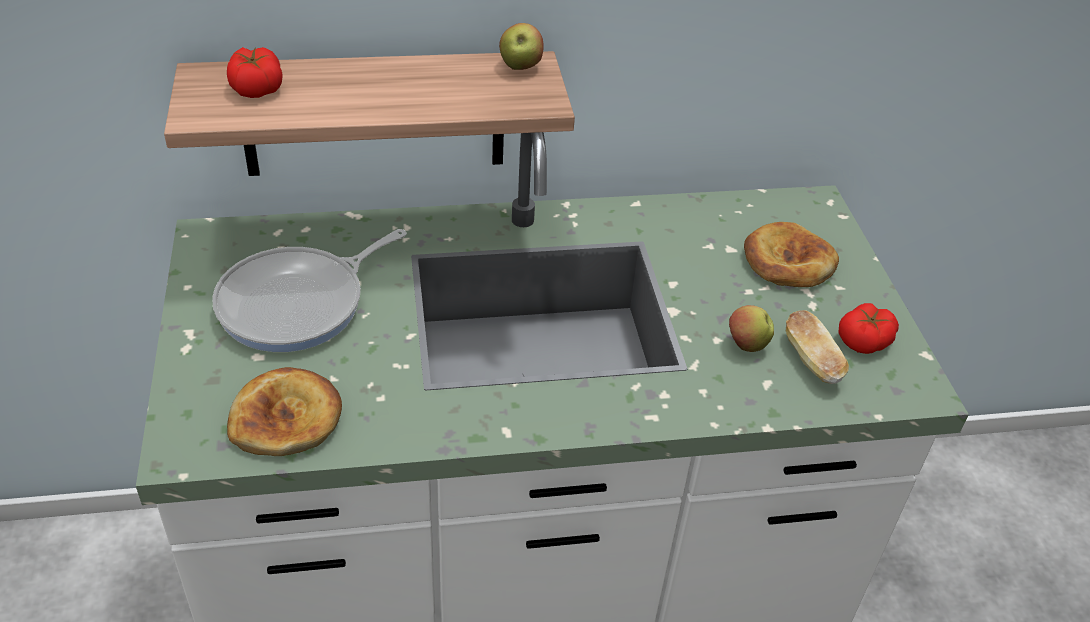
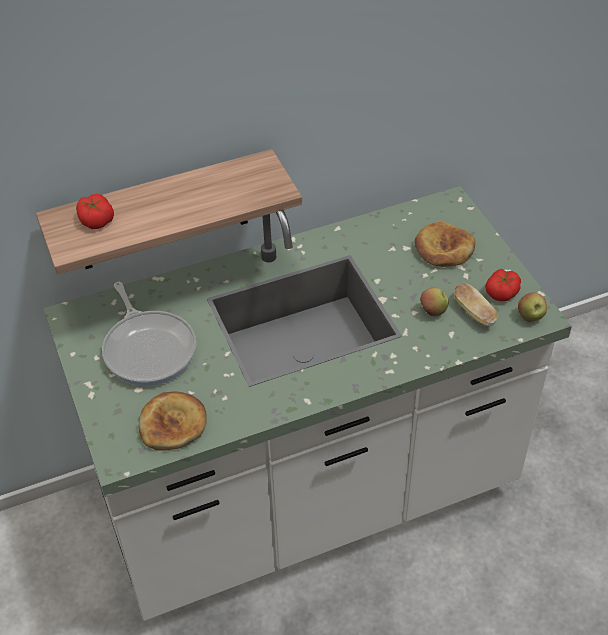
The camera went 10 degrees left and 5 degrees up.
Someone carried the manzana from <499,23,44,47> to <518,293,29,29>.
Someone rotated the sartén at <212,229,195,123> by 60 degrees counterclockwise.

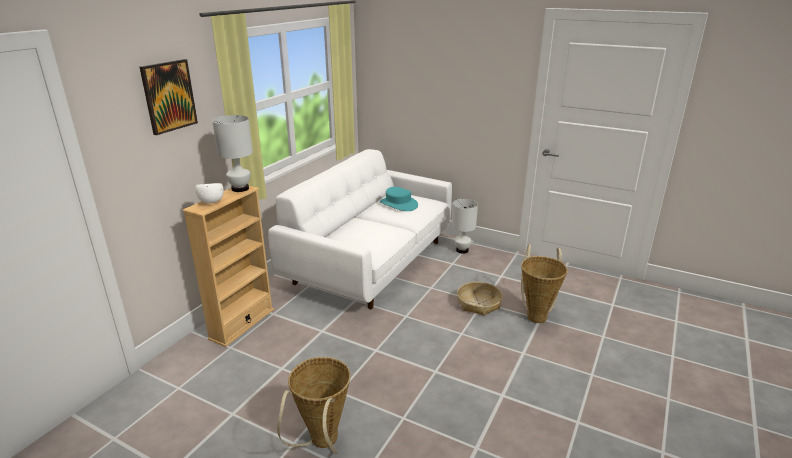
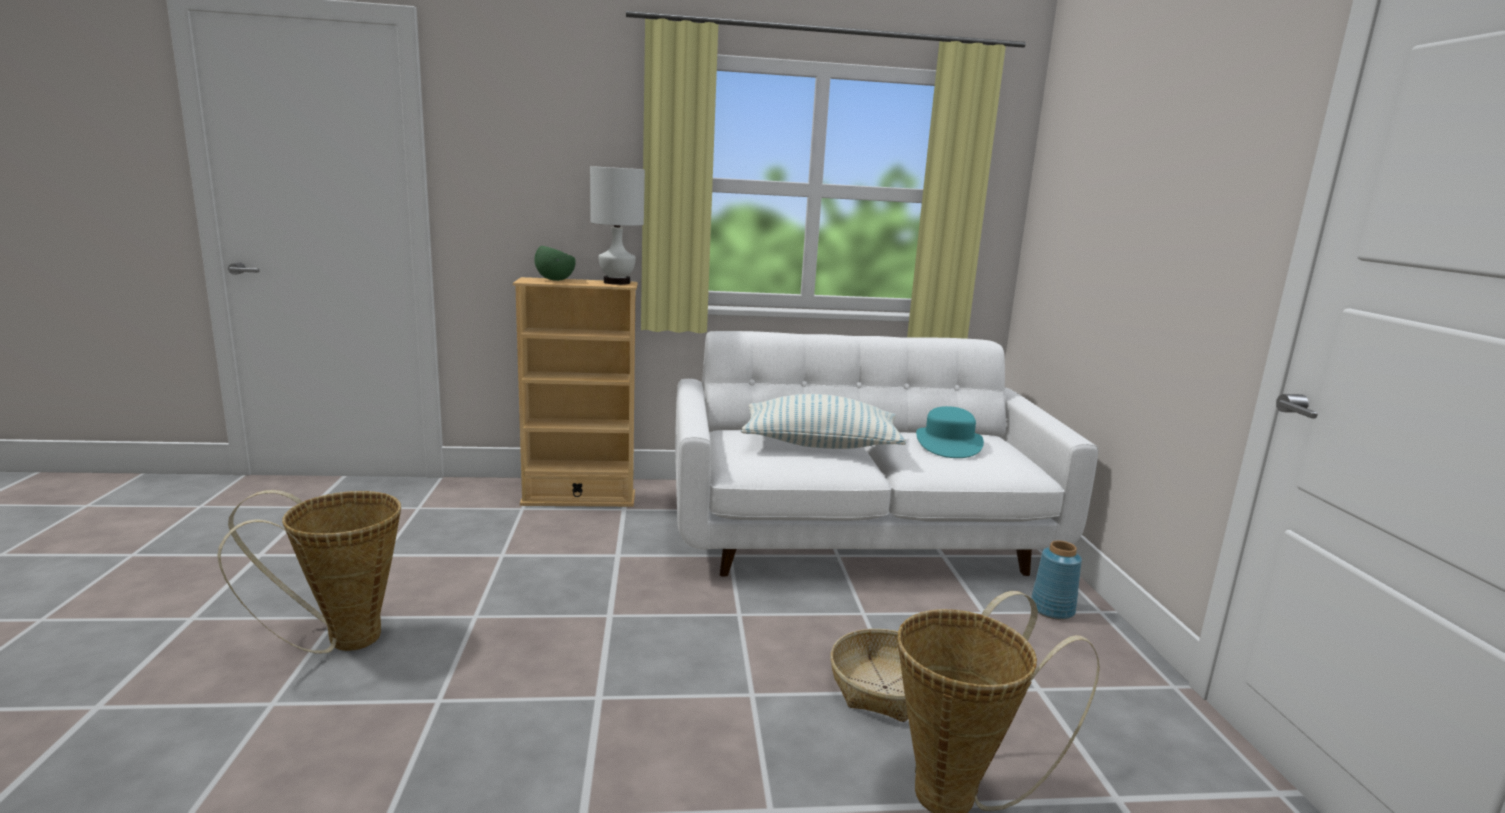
The camera went 55 degrees right and 10 degrees down.
Someone took away the cuadro at <140,59,58,76>.
Someone put down the cojín at <741,394,165,55>.
Someone swapped the lámpara de mesa (blanco) at <452,199,26,55> for the florero (azul) at <1031,540,51,80>.
Someone repainted the cuenco (blanco) at <195,183,28,20>, which became the cuenco (verde) at <534,246,42,35>.

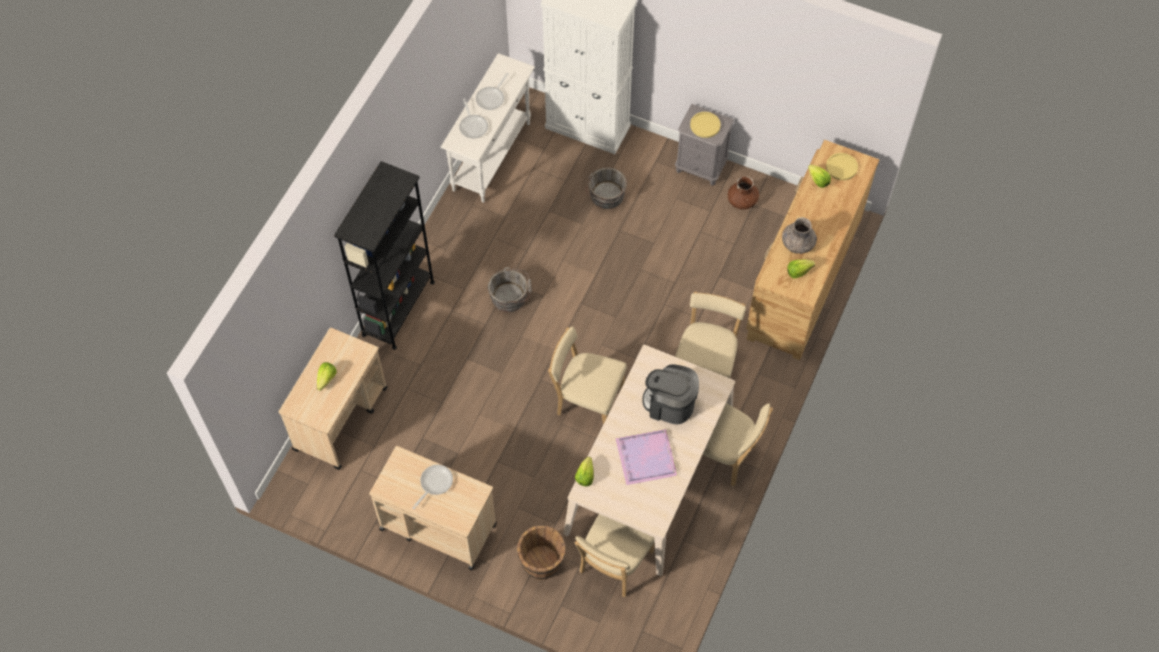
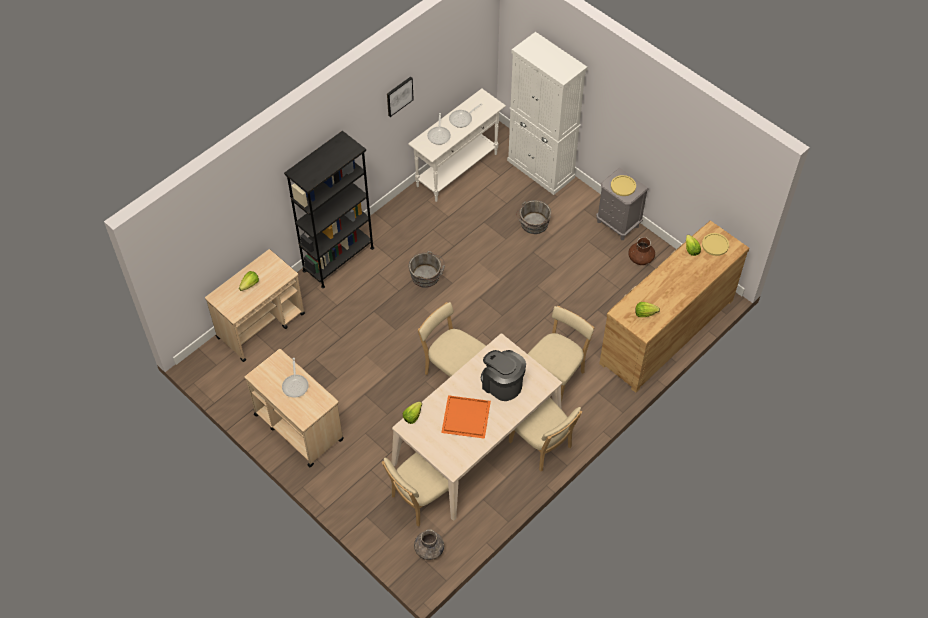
The camera went 20 degrees right and 5 degrees down.
Someone took away the cubo (marrón) at <517,526,48,54>.
Someone put up the cuadro at <387,77,27,40>.
Someone carried the florero (gris) from <782,217,35,37> to <414,529,30,31>.
Someone repainted the bandeja (morado) at <615,429,63,56>, which became the bandeja (naranja) at <441,395,50,44>.
Someone rotated the sartén at <412,465,41,44> by 120 degrees clockwise.

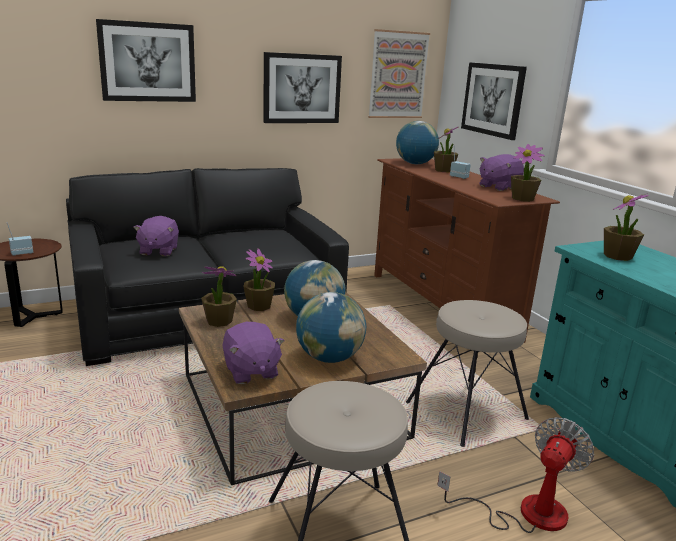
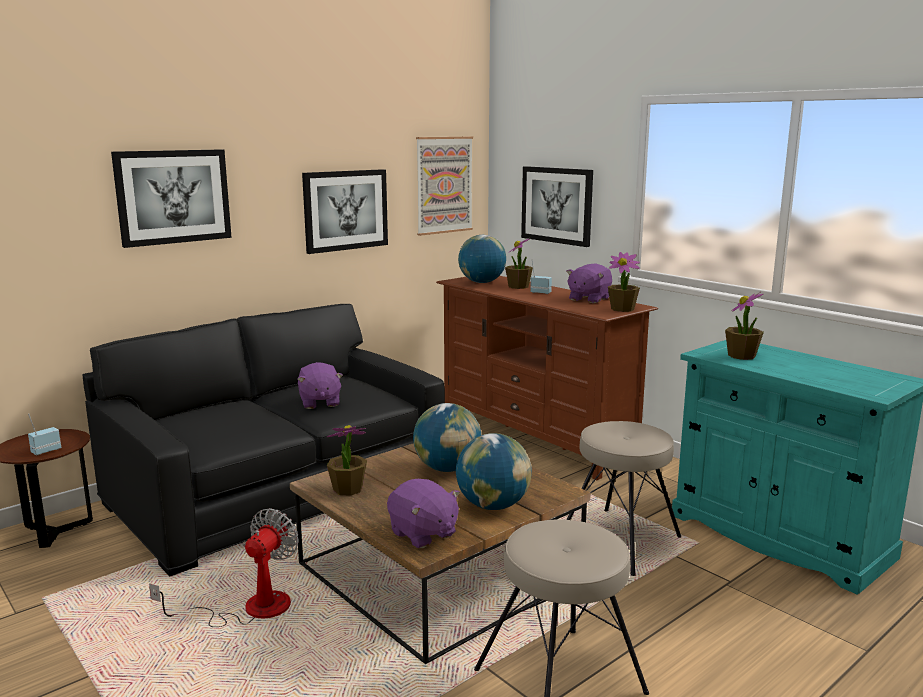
The camera went 15 degrees left and 5 degrees down.
Someone took away the planta en maceta at <243,248,32,63>.
Someone carried the peluche (morado) from <133,216,46,40> to <297,362,46,47>.
Someone carried the ventilador from <437,417,157,116> to <149,508,150,119>.

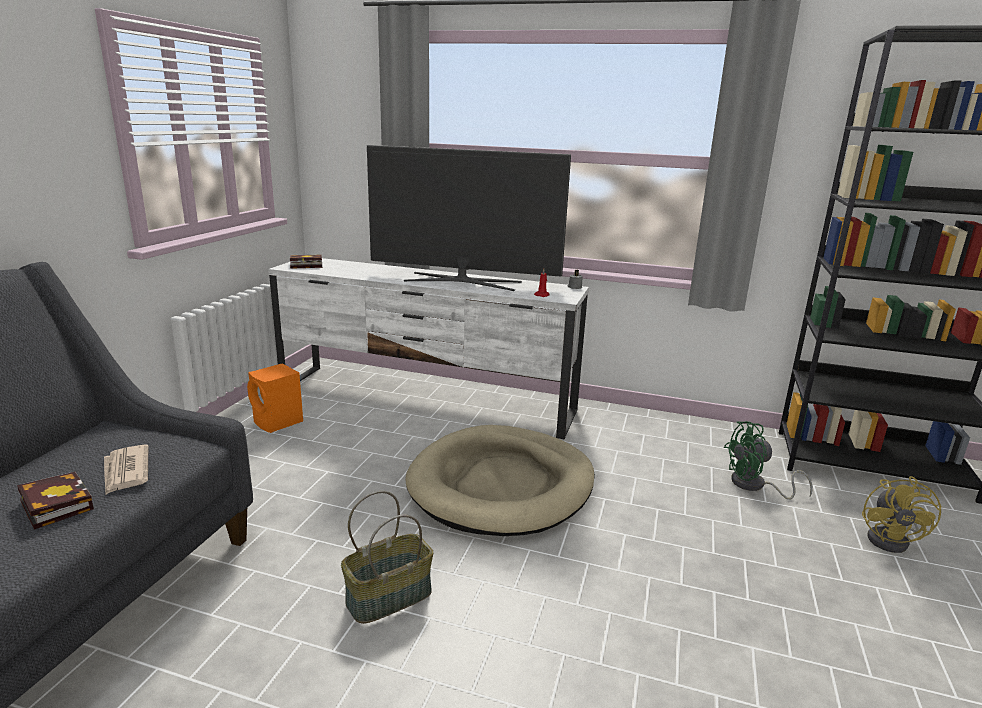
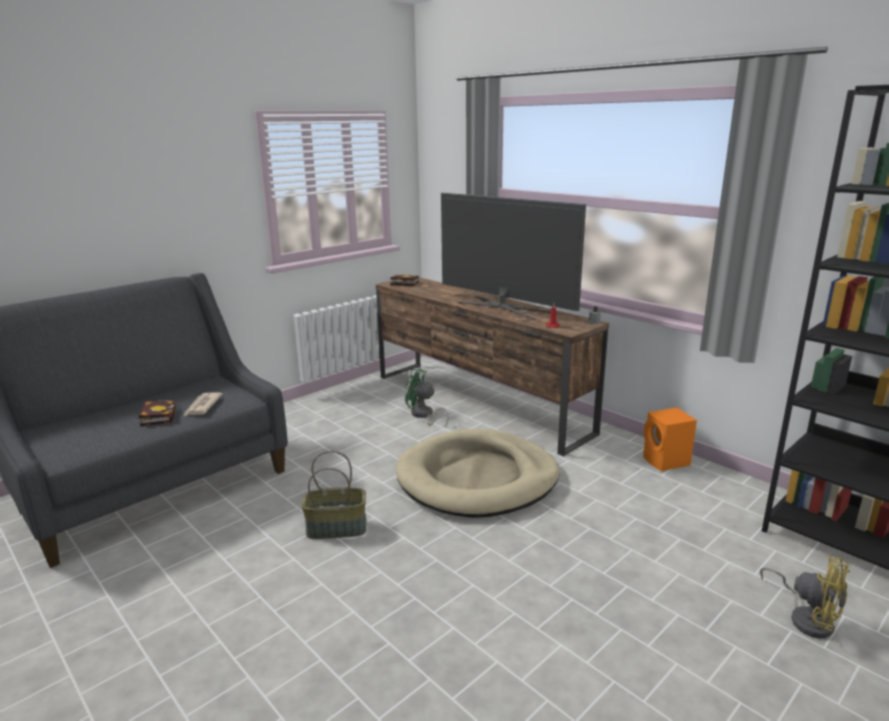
The camera went 30 degrees right and 0 degrees up.
Someone carried the altavoz (naranja) from <247,363,56,70> to <643,408,54,63>.
Someone carried the ventilador (verde) from <724,421,89,79> to <405,369,44,57>.
Someone repainted the mueble de televisión (blanco) at <268,258,321,182>, which became the mueble de televisión (marrón) at <376,277,233,179>.
Someone rotated the ventilador (amarillo) at <862,476,79,77> by 90 degrees counterclockwise.

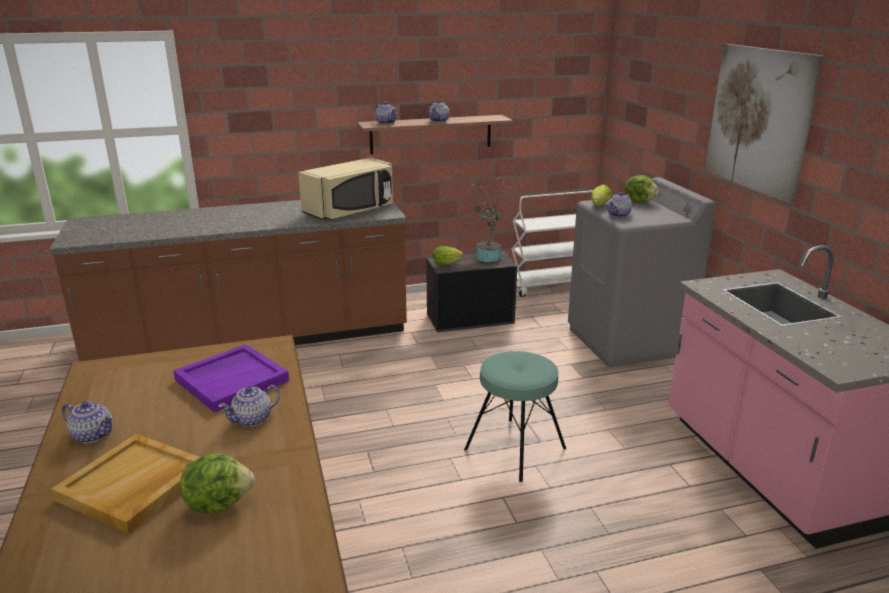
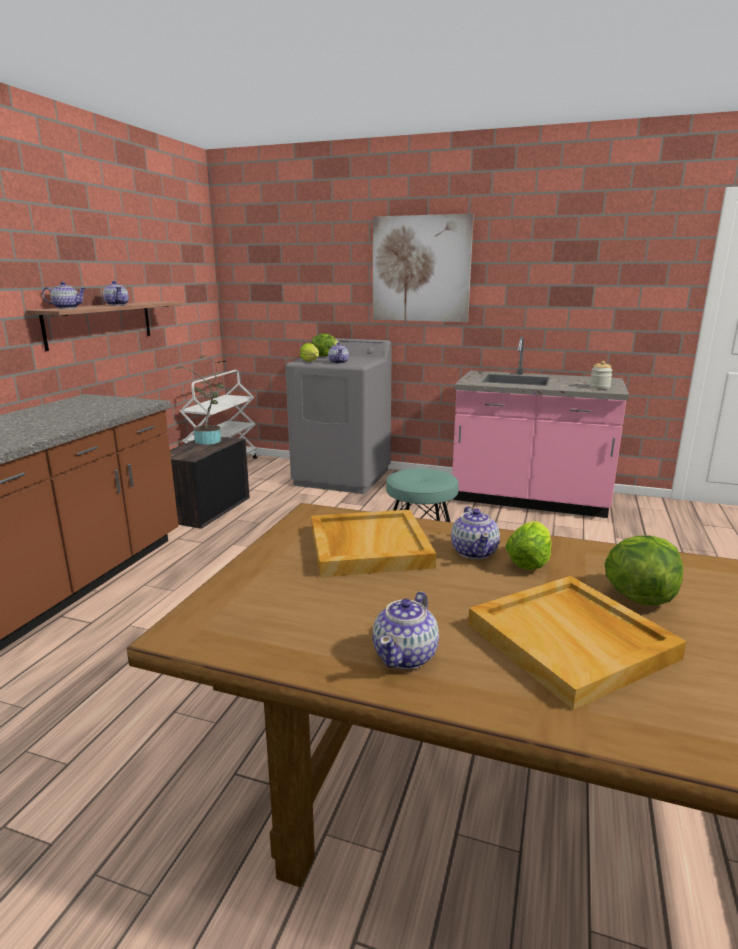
The camera went 55 degrees left and 5 degrees down.
Someone took away the microondas (beis) at <298,158,95,62>.
Someone put down the tarro at <590,361,23,28>.
Someone carried the lechuga from <433,246,30,18> to <505,521,46,49>.
Someone repainted the bandeja (morado) at <174,344,115,69>, which became the bandeja (beis) at <311,510,125,67>.
Someone rotated the tetera at <62,401,52,42> by 150 degrees clockwise.

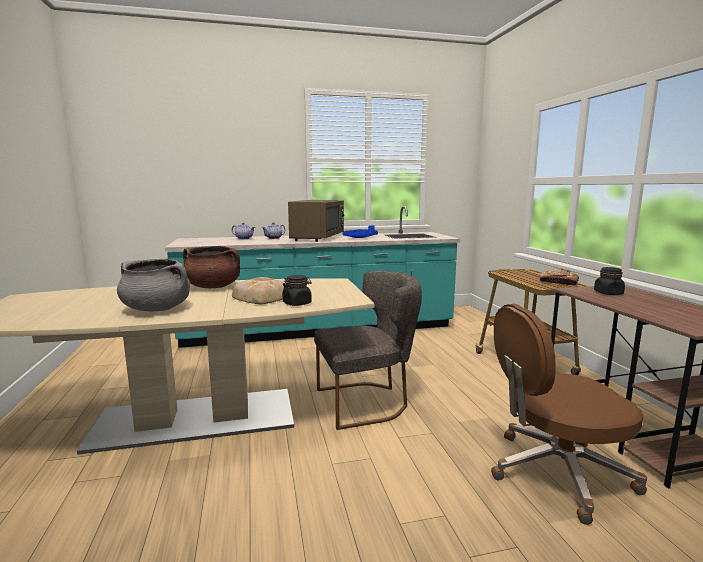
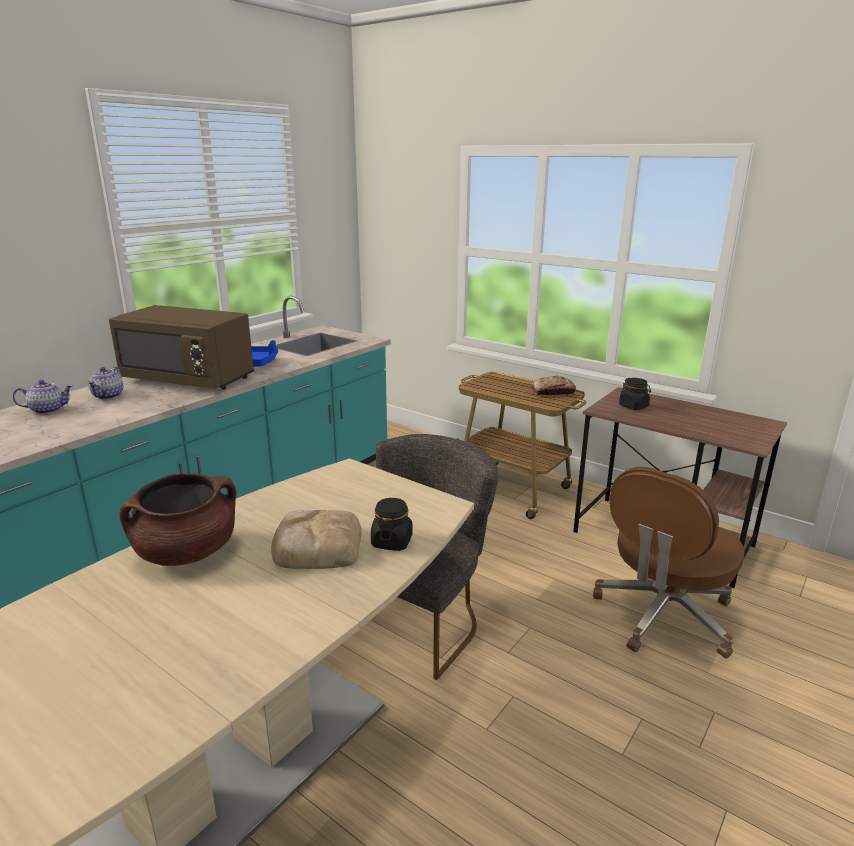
The camera went 40 degrees left and 10 degrees up.
Someone took away the olla (gris) at <117,259,73,52>.
Someone rotated the microondas (marrón) at <288,200,56,42> by 135 degrees clockwise.

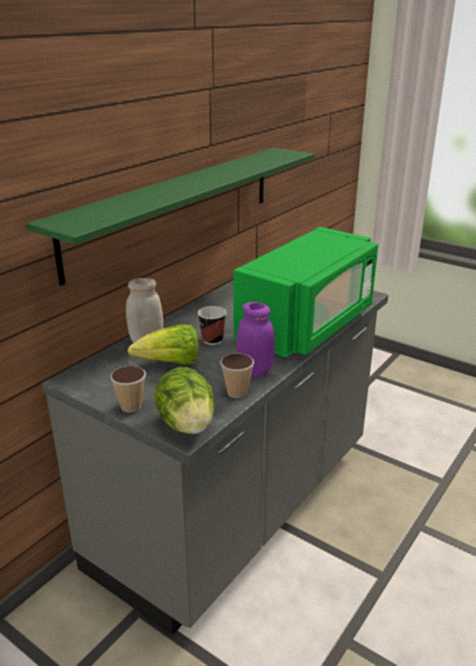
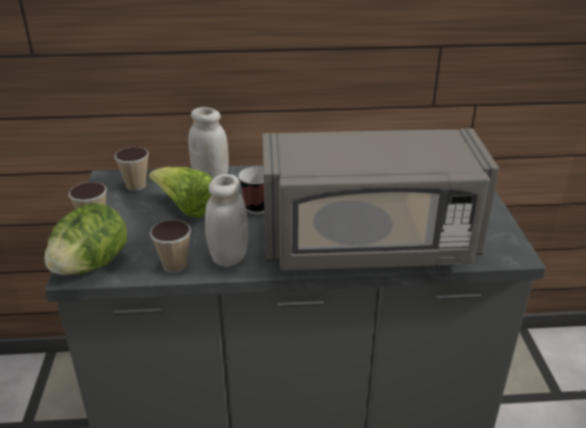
The camera went 50 degrees right and 5 degrees up.
Someone took away the estante (verde) at <26,148,289,138>.
Someone put down the taza at <114,147,35,44>.
Someone repainted the microondas (verde) at <233,227,145,130>, which became the microondas (gris) at <262,128,237,143>.
Someone repainted the tarro (morado) at <237,302,38,75>, which became the tarro (blanco) at <205,174,43,93>.

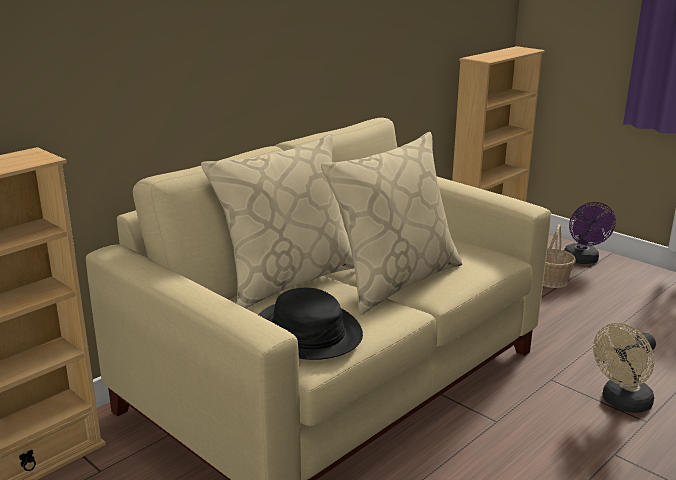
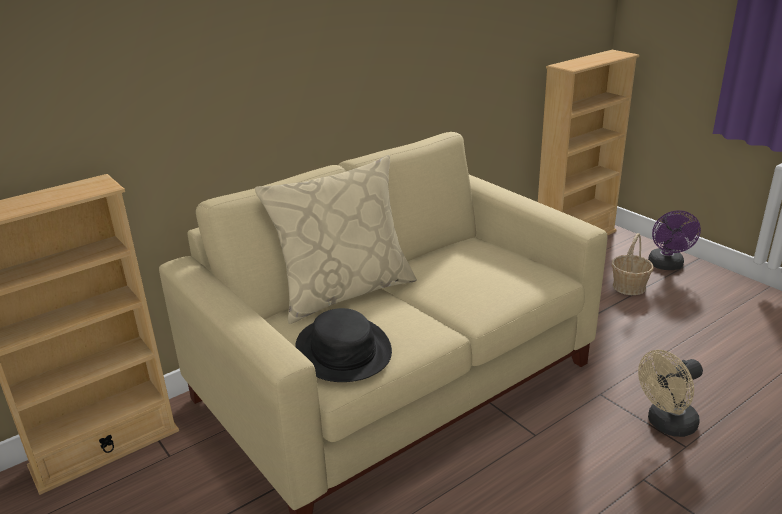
The camera went 10 degrees right and 5 degrees up.
Someone took away the cojín (beis) at <321,132,141,183>.

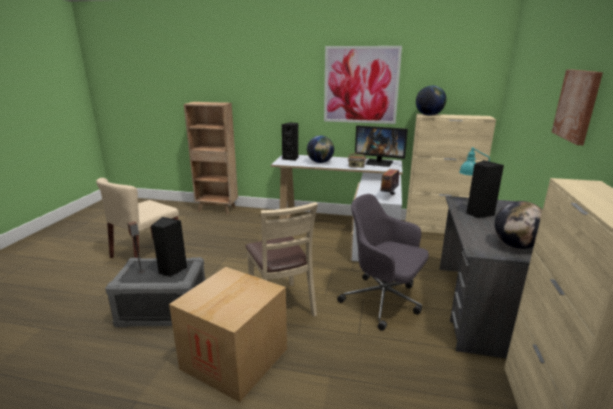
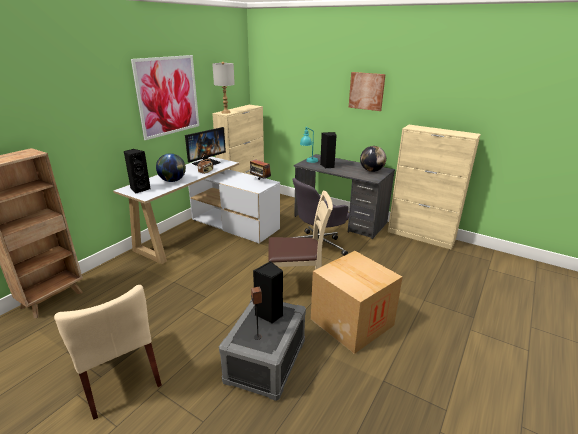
The camera went 70 degrees left and 5 degrees up.
Someone swapped the globo terráqueo at <416,86,30,30> for the lámpara de mesa (gris) at <212,62,23,52>.

